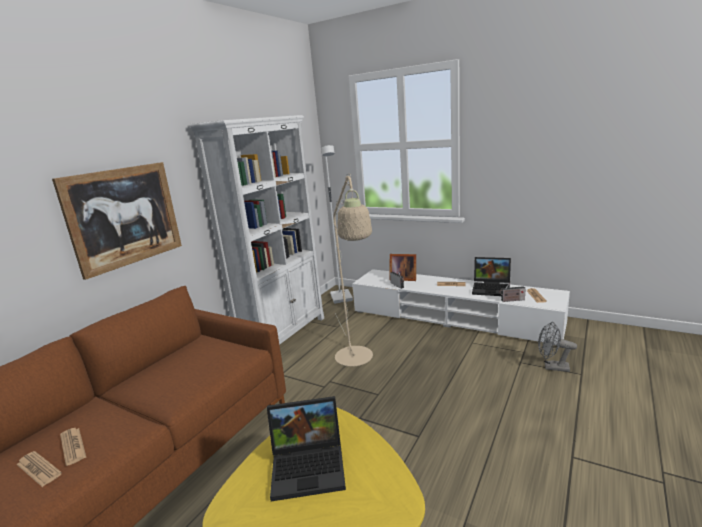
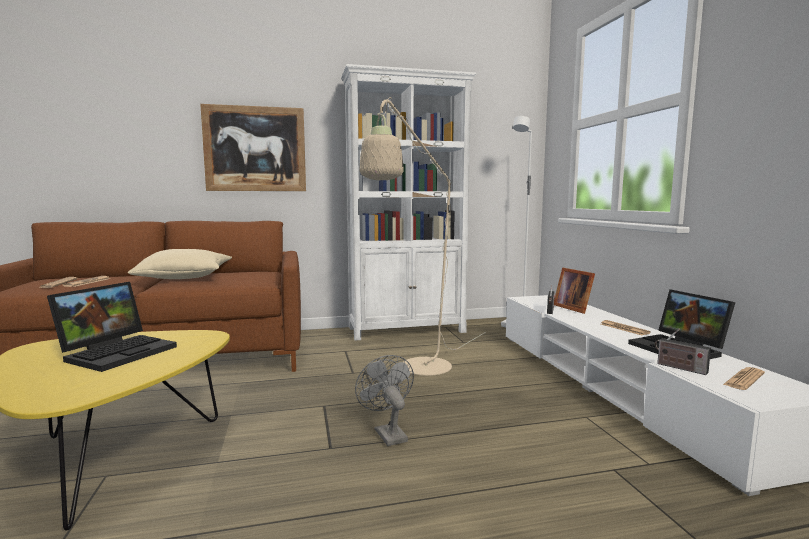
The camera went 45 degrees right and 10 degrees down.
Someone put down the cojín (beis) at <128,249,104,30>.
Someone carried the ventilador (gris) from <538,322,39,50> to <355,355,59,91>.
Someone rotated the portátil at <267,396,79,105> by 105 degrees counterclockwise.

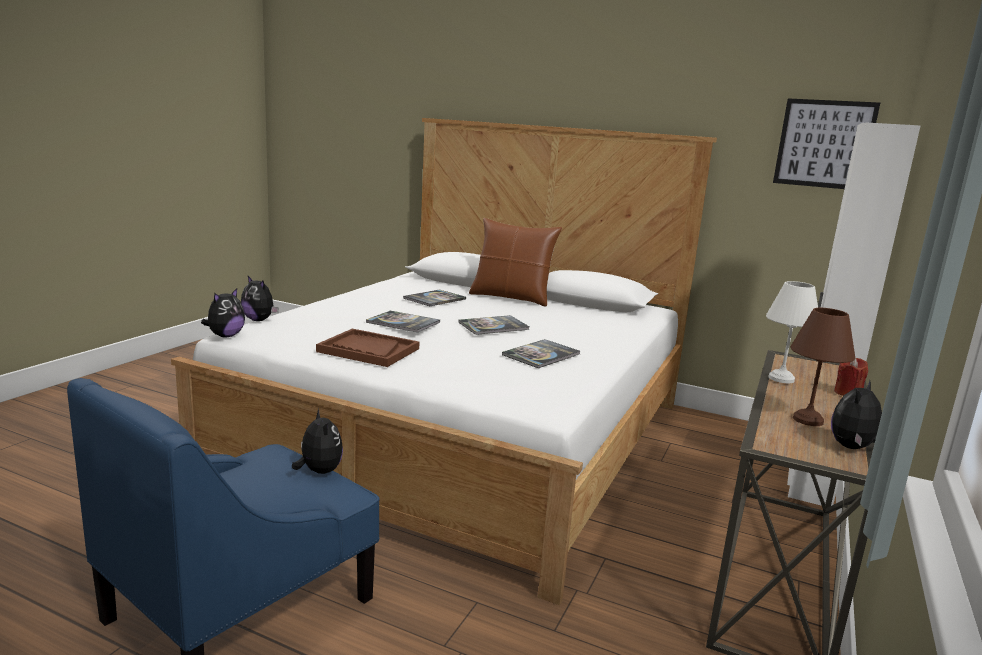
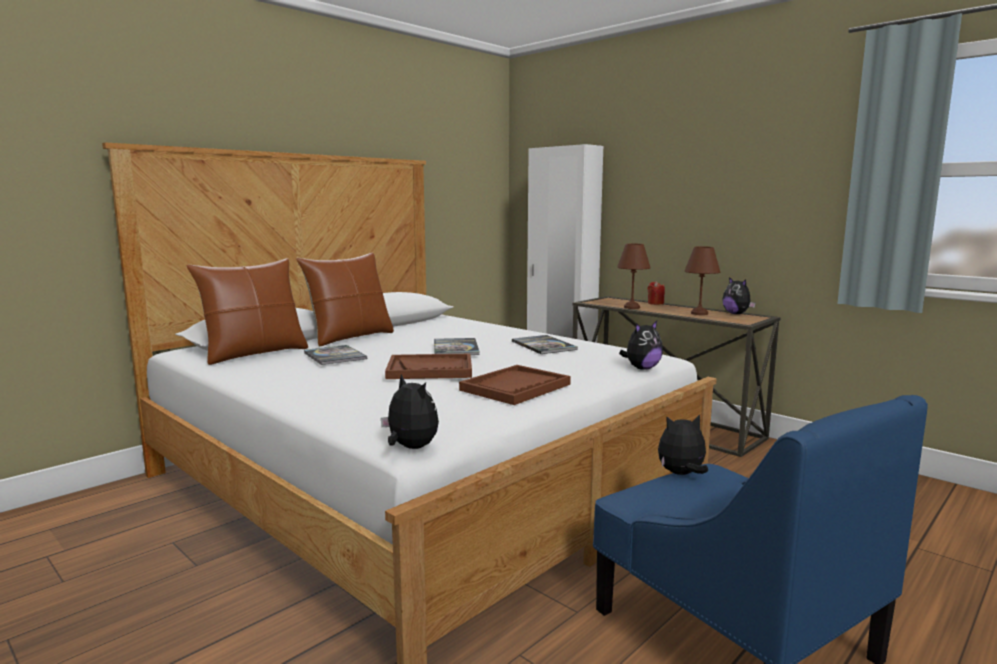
The camera went 70 degrees left and 5 degrees down.
Someone took away the cuadro at <773,98,107,91>.
Someone put down the cojín (marrón) at <186,258,122,107>.
Someone carried the peluche from <241,276,38,45> to <619,321,44,49>.
Someone swapped the libro at <366,311,74,22> for the bandeja (marrón) at <385,354,87,25>.
Someone repainted the lámpara de mesa (blanco) at <766,281,52,102>, which became the lámpara de mesa (marrón) at <617,244,34,65>.

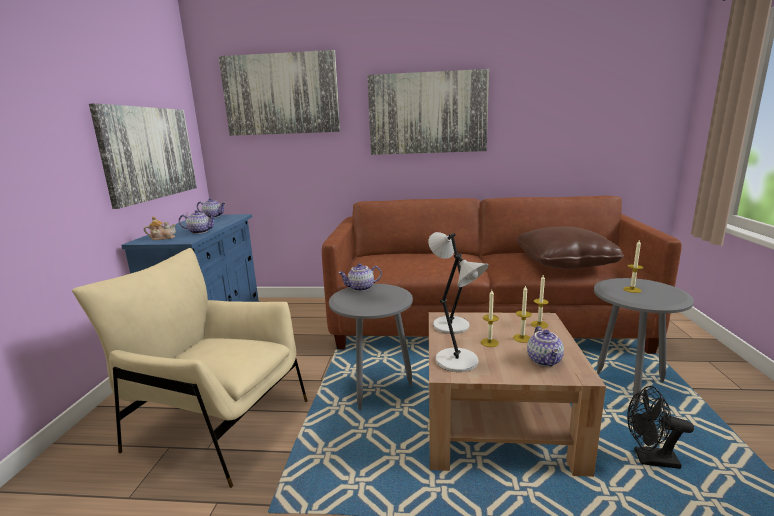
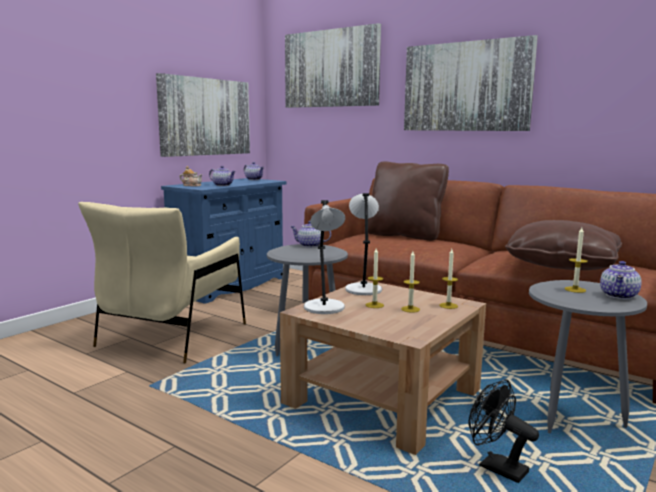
The camera went 30 degrees right and 5 degrees down.
Someone put down the cojín (marrón) at <368,162,81,79>.
Someone carried the tetera from <527,326,37,41> to <600,261,41,38>.
Someone rotated the sillón (beis) at <72,248,236,240> by 120 degrees counterclockwise.

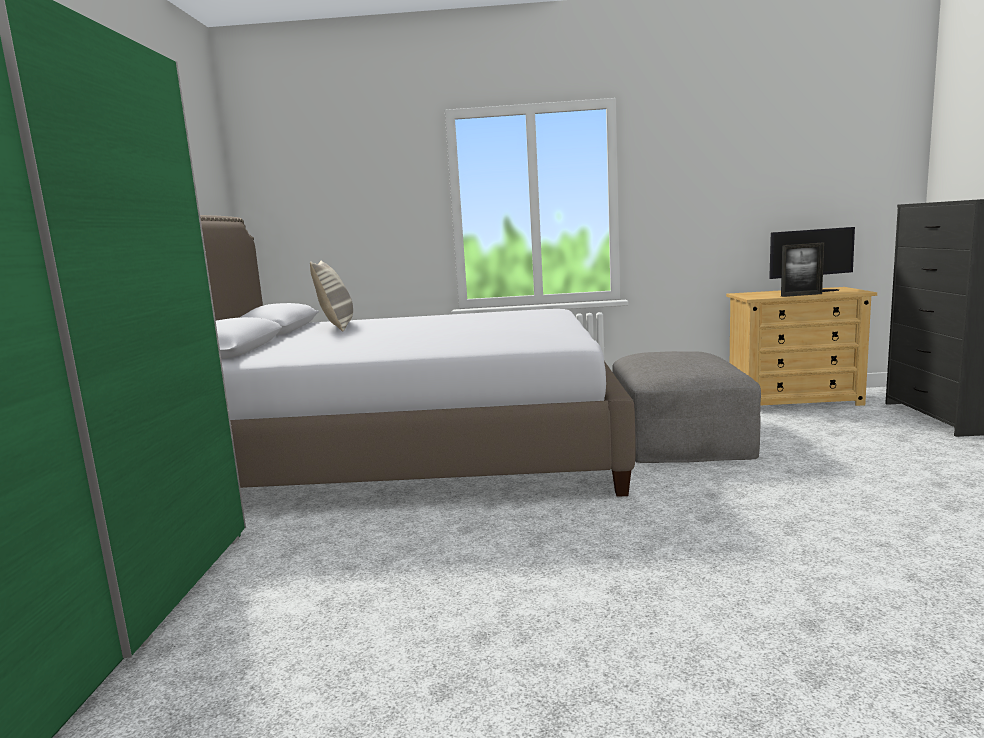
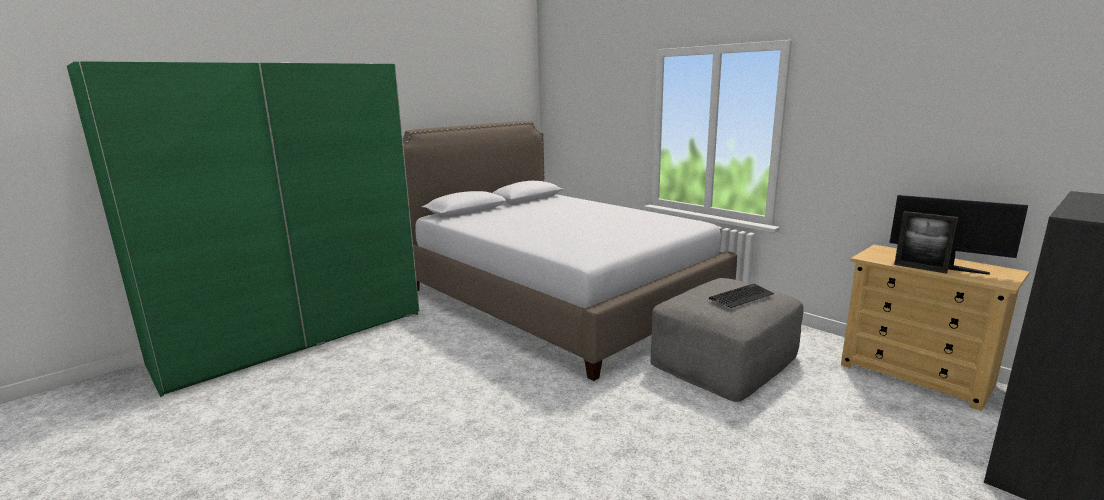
The camera went 45 degrees right and 5 degrees up.
Someone took away the cojín at <310,261,43,70>.
Someone put down the teclado at <709,284,65,24>.

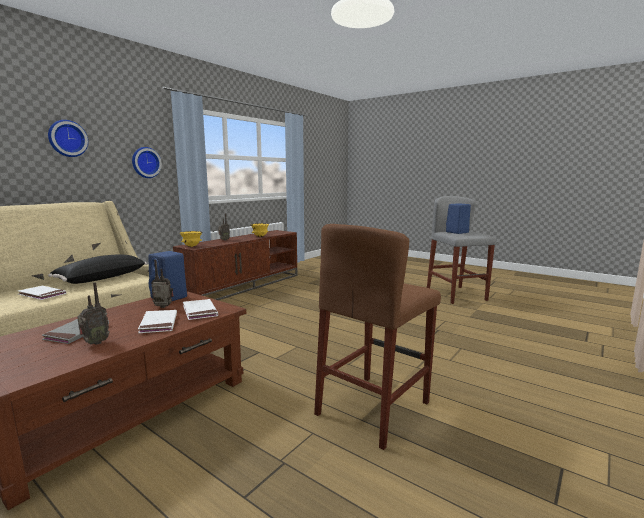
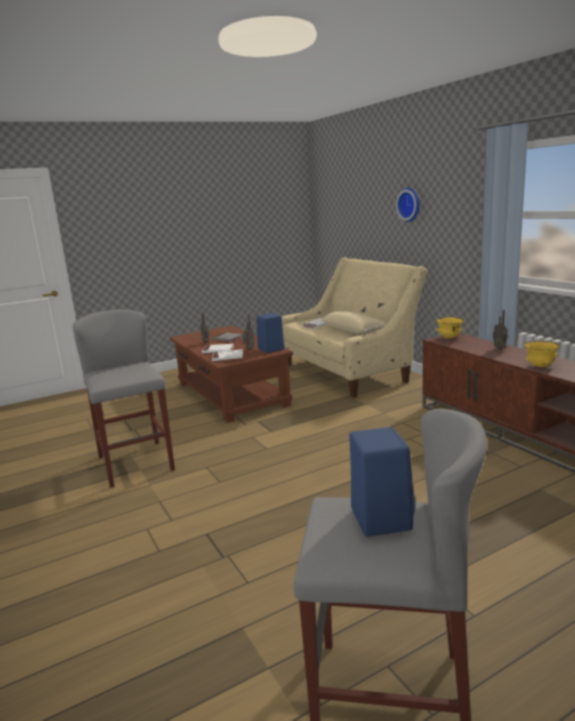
The camera went 115 degrees right and 5 degrees up.
Someone took away the reloj de pared at <132,147,30,31>.
Someone repainted the cojín (negro) at <48,255,99,29>, which became the cojín (beis) at <321,311,66,23>.
Someone repainted the taburete (marrón) at <314,224,127,226>, which became the taburete (gris) at <72,310,103,178>.

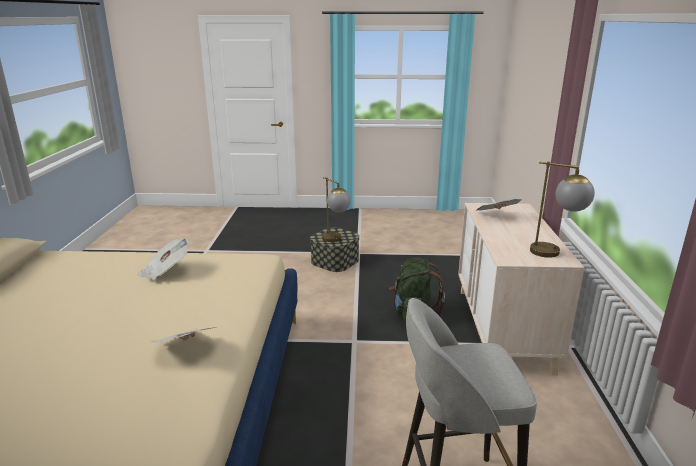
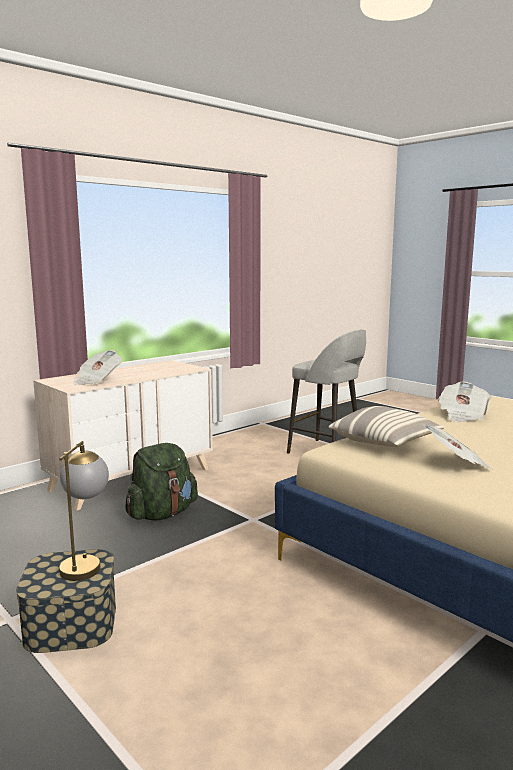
The camera went 135 degrees left and 10 degrees down.
Someone took away the lámpara de mesa at <530,161,65,97>.
Someone put down the cojín at <328,406,116,41>.

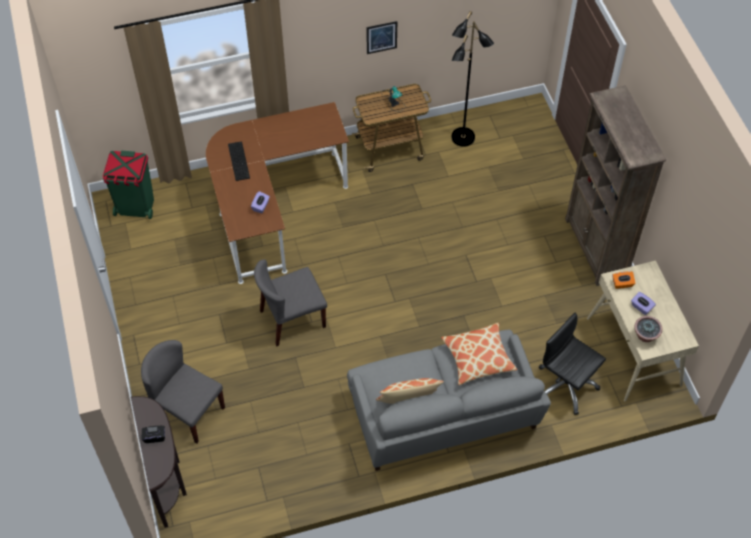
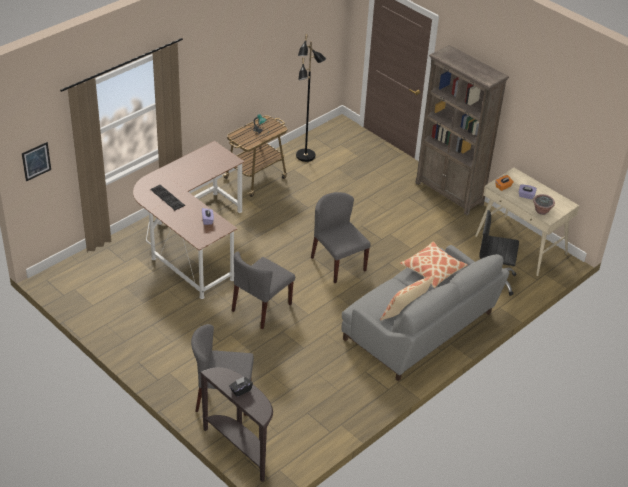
The camera went 30 degrees left and 15 degrees down.
Someone took away the papelera (verde) at <103,151,51,68>.
Someone put down the silla (gris) at <311,192,60,91>.
Someone carried the cuadro from <367,21,30,33> to <22,142,29,39>.

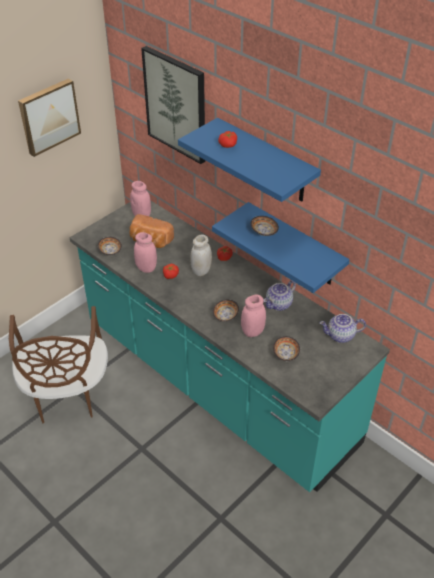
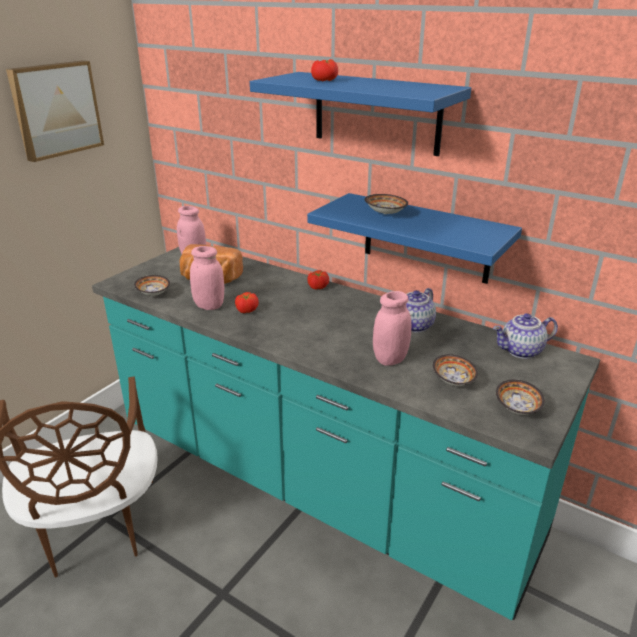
The camera went 10 degrees left and 15 degrees down.
Someone took away the cuadro at <141,46,64,118>.
Someone took away the tarro (blanco) at <190,235,22,41>.
Someone carried the cuenco from <213,299,26,23> to <496,379,49,36>.

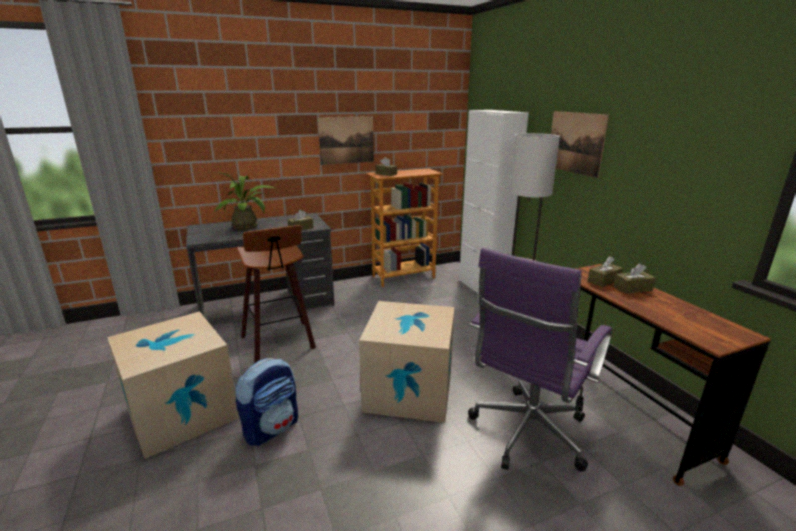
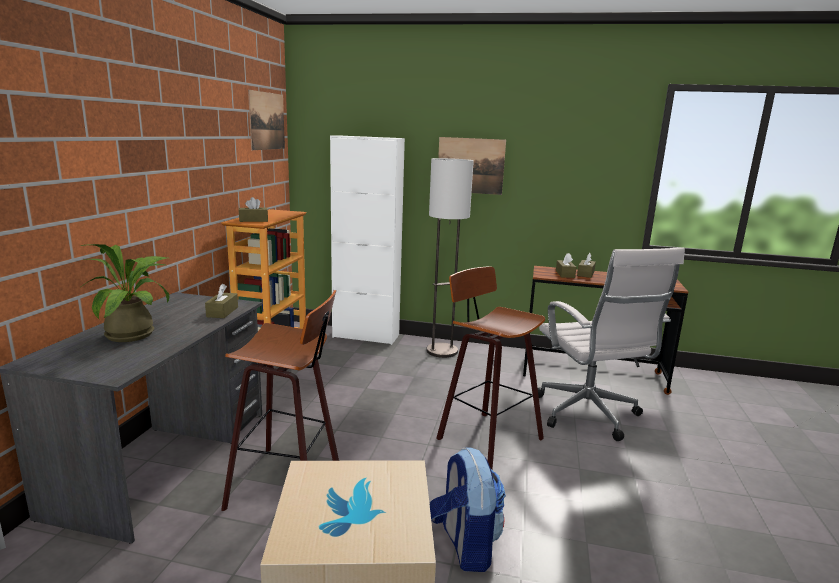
The camera went 55 degrees left and 5 degrees down.
Someone carried the cuadro from <318,116,56,49> to <248,90,37,60>.
Someone swapped the caja de cartón at <359,301,96,122> for the taburete at <436,266,109,203>.
Someone repainted the silla de oficina (morado) at <468,248,145,224>, which became the silla de oficina (blanco) at <538,247,147,194>.

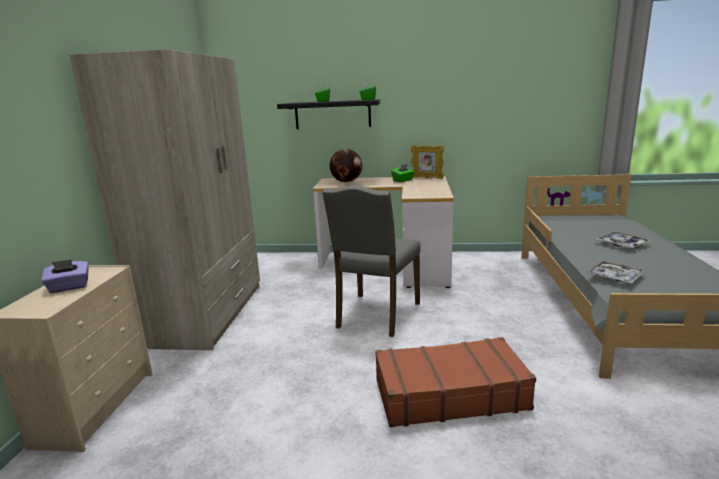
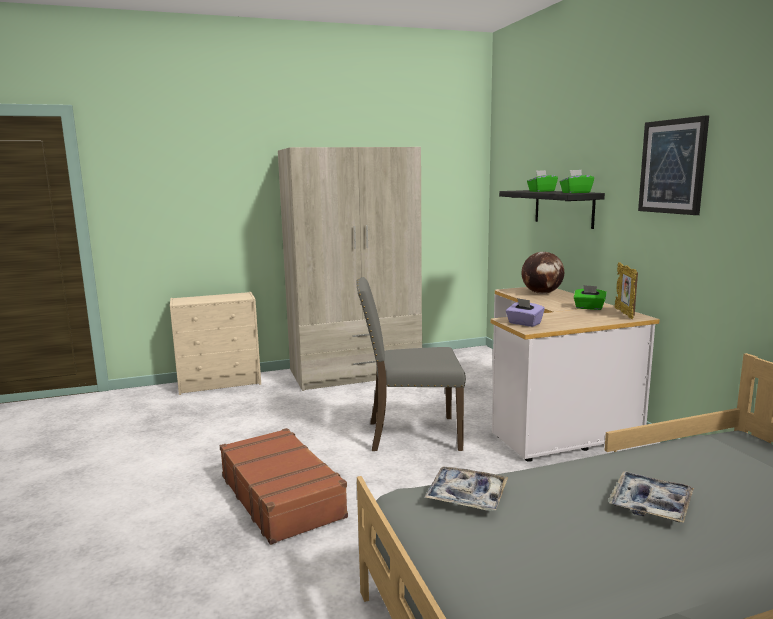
The camera went 65 degrees right and 5 degrees down.
Someone put up the cuadro at <638,116,71,99>.
Someone carried the caja de pañuelos (morado) from <41,259,48,34> to <506,298,39,29>.

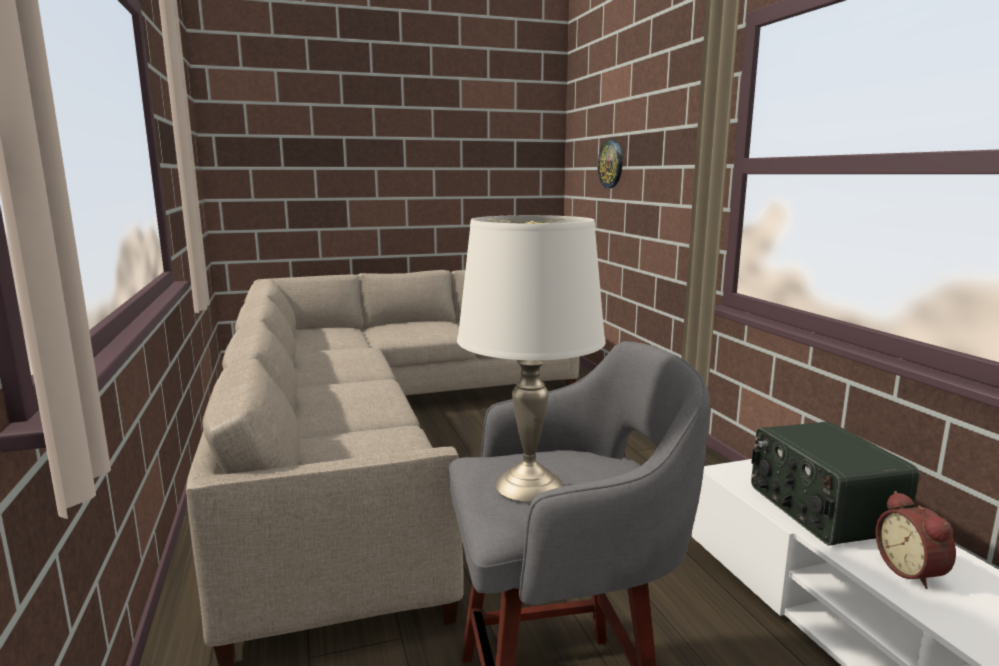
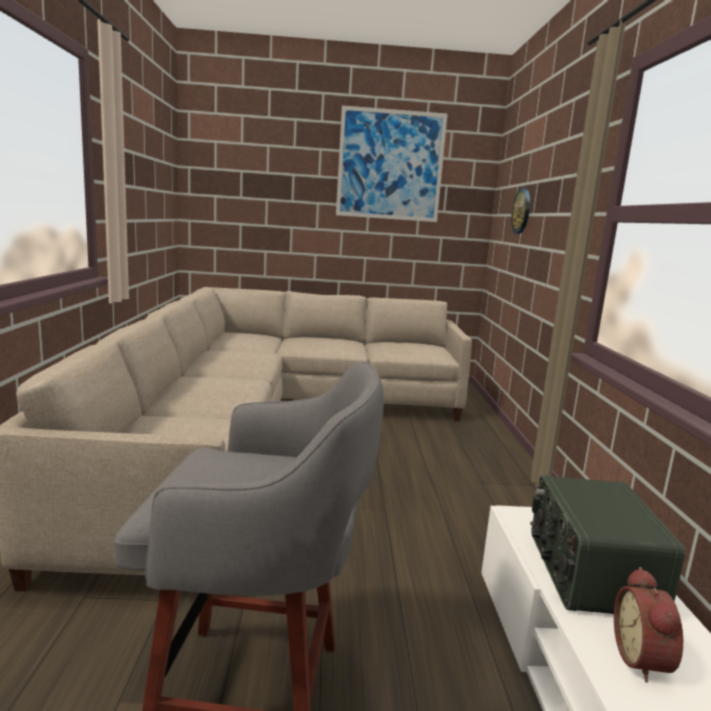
The camera went 15 degrees right and 0 degrees up.
Someone took away the lámpara de mesa (blanco) at <457,215,149,287>.
Someone put up the cuadro at <336,106,112,116>.

